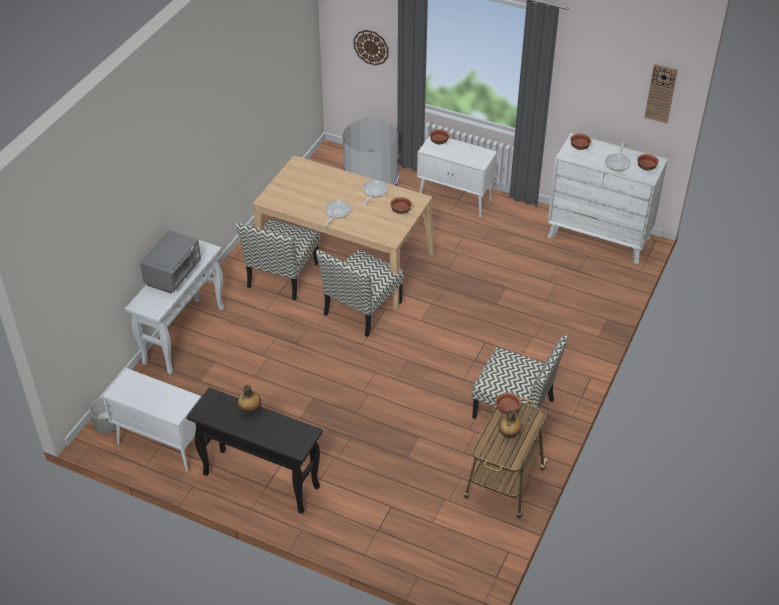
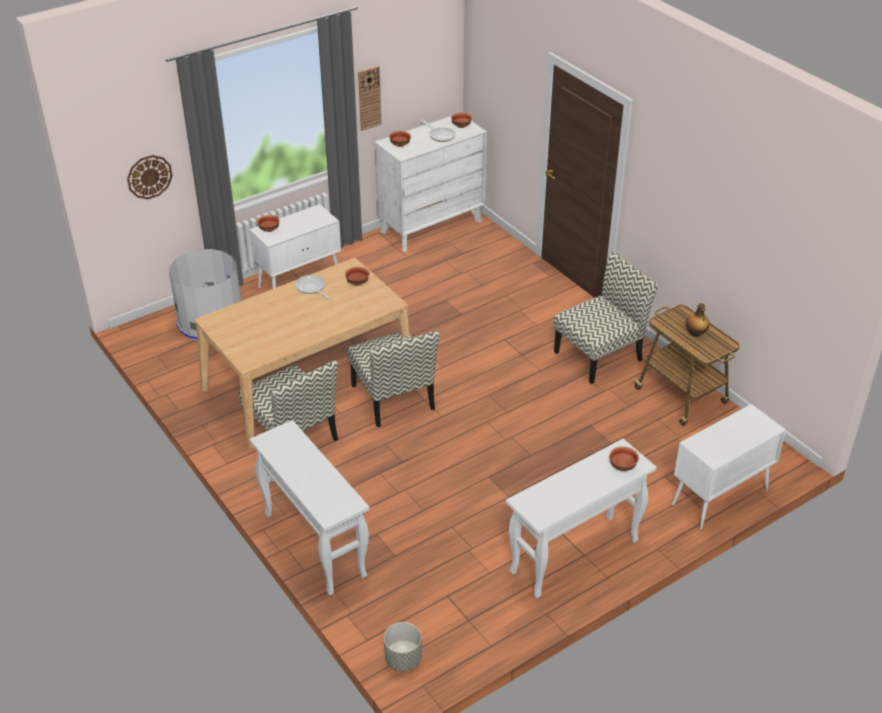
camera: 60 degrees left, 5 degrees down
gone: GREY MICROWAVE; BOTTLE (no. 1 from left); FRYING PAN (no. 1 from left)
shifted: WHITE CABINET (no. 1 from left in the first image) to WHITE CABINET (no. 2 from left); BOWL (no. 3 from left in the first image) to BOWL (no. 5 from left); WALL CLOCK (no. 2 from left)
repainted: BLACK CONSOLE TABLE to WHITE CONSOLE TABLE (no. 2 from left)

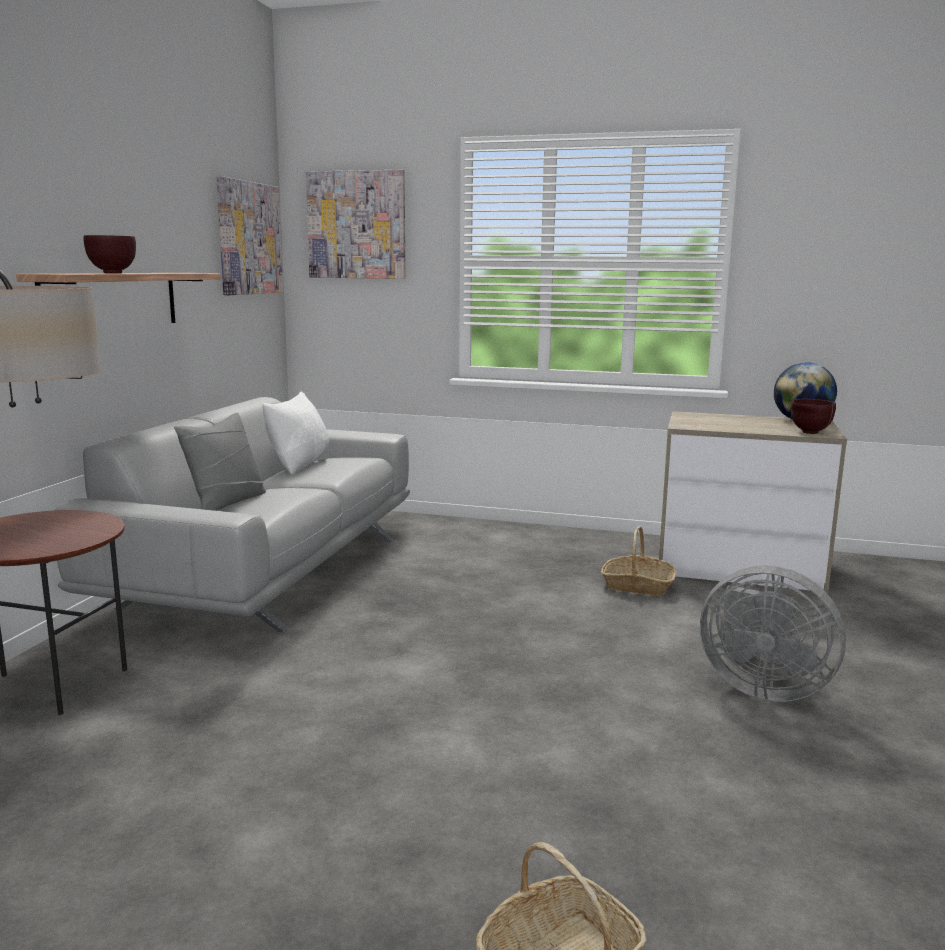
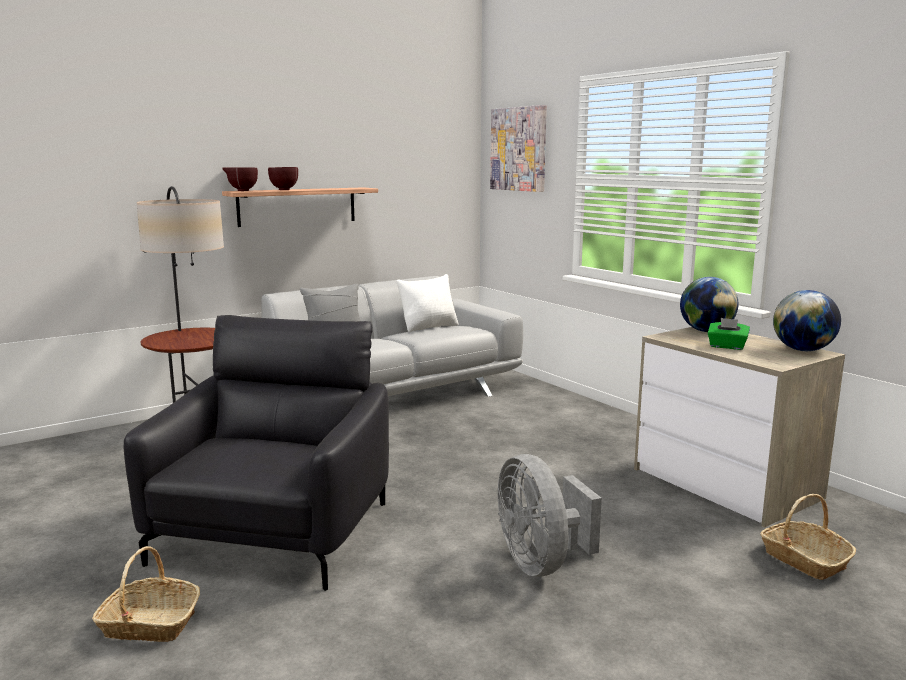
camera: 40 degrees right, 0 degrees up
gone: PICTURE (no. 1 from left)
new: BLACK ARMCHAIR; GLOBE (no. 1 from left); GREEN TISSUE BOX
shifted: BASKET (no. 2 from left); BROWN BOWL (no. 2 from left in the first image) to BROWN BOWL (no. 1 from left)

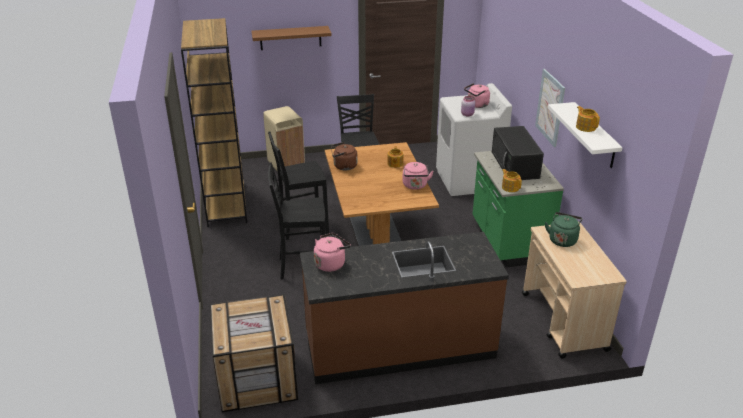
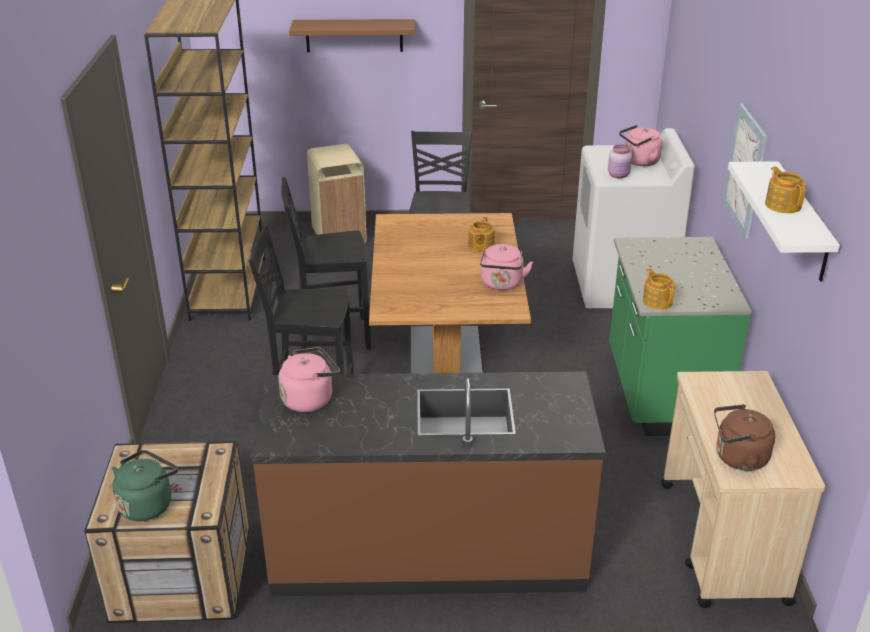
camera: 10 degrees right, 0 degrees up
gone: BLACK MICROWAVE
shifted: BROWN KETTLE; GREEN KETTLE

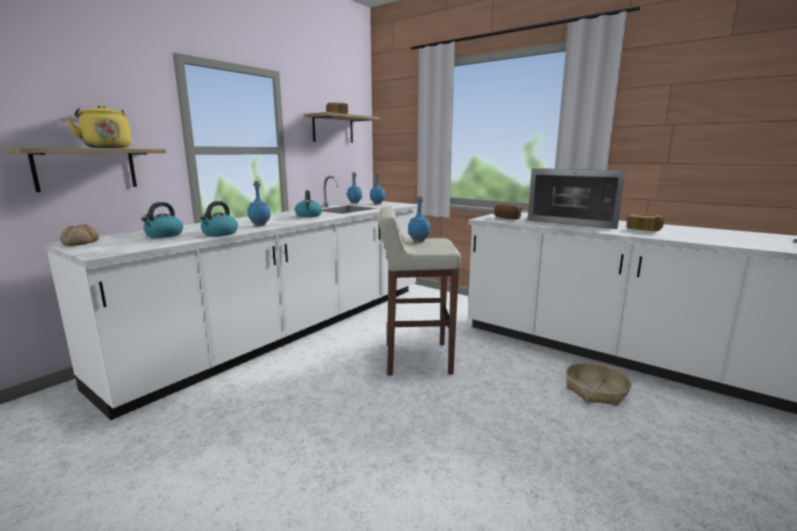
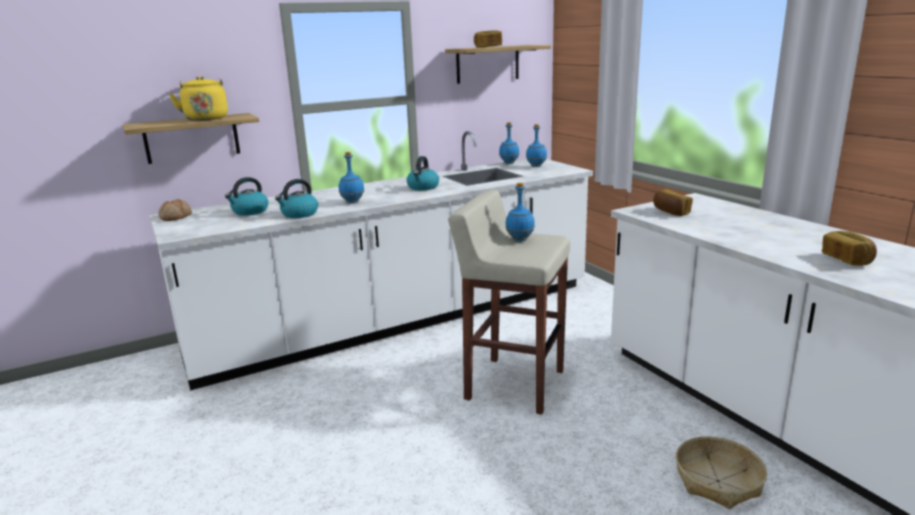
camera: 25 degrees right, 5 degrees up
gone: MICROWAVE

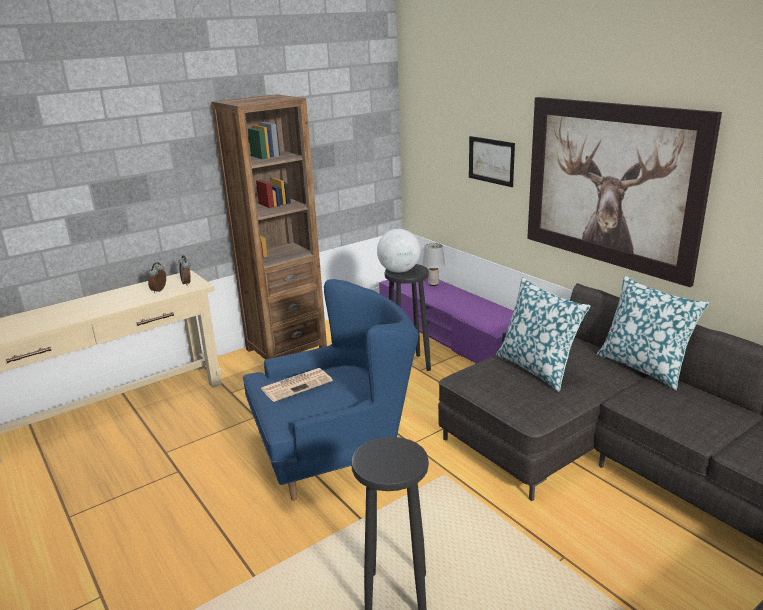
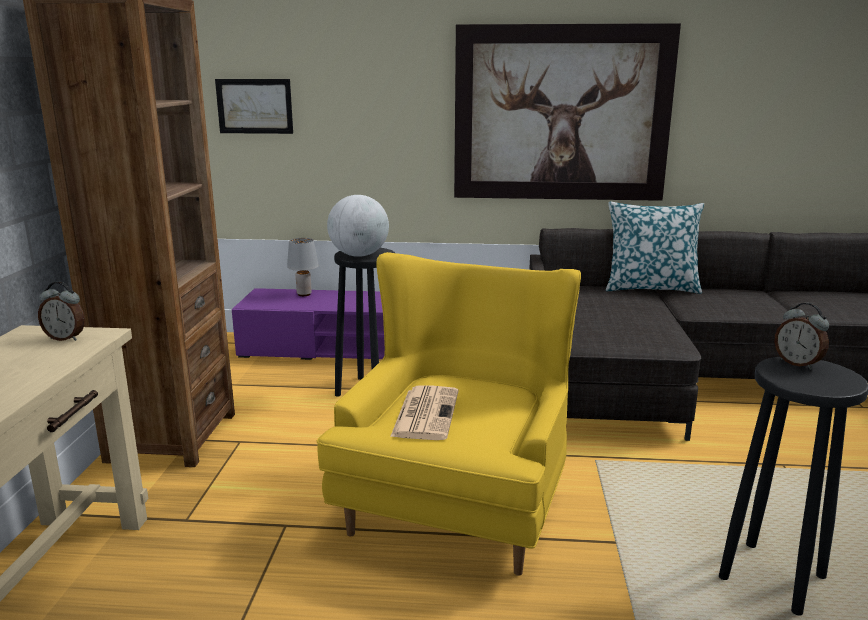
camera: 50 degrees left, 5 degrees down
gone: PILLOW (no. 1 from left)
shifted: ALARM CLOCK (no. 1 from left in the first image) to ALARM CLOCK (no. 2 from left); PICTURE (no. 1 from left)
repainted: BLUE ARMCHAIR to YELLOW ARMCHAIR

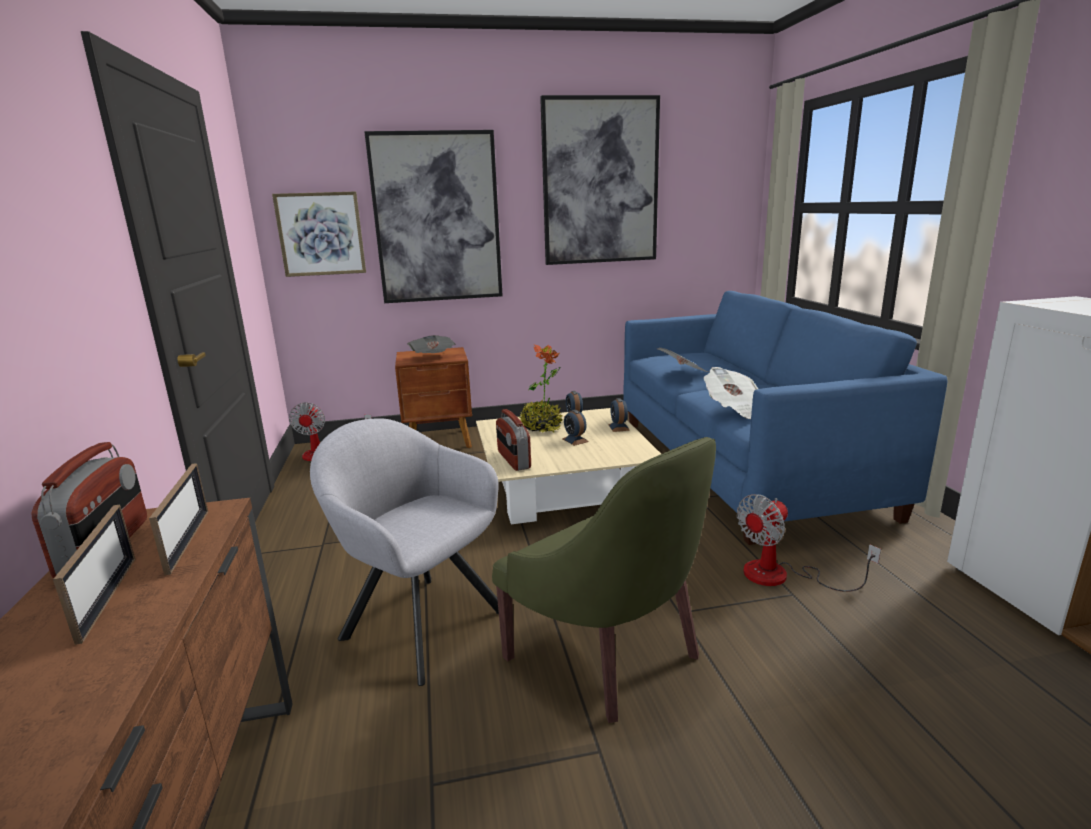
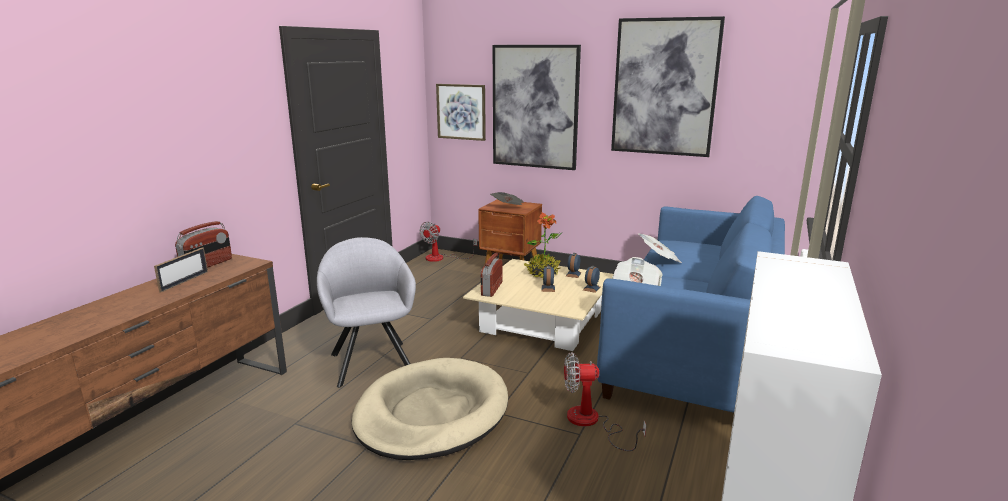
camera: 35 degrees right, 0 degrees up
gone: PICTURE FRAME (no. 2 from left)
swapped: GREEN ARMCHAIR to BEIGE DOG BED

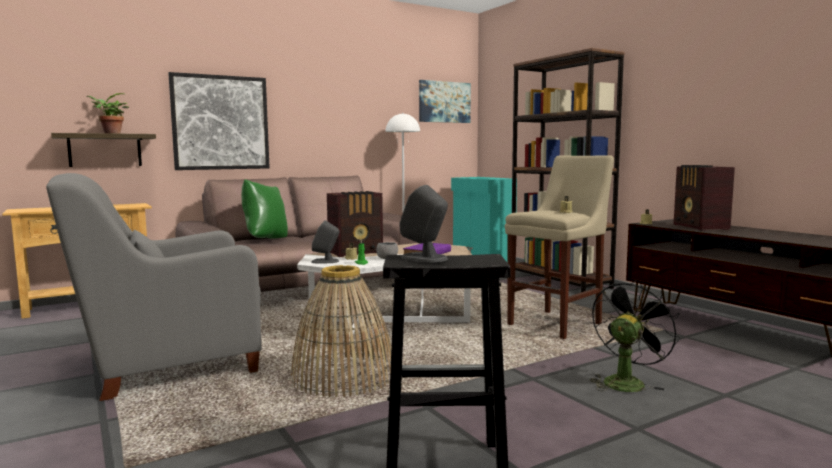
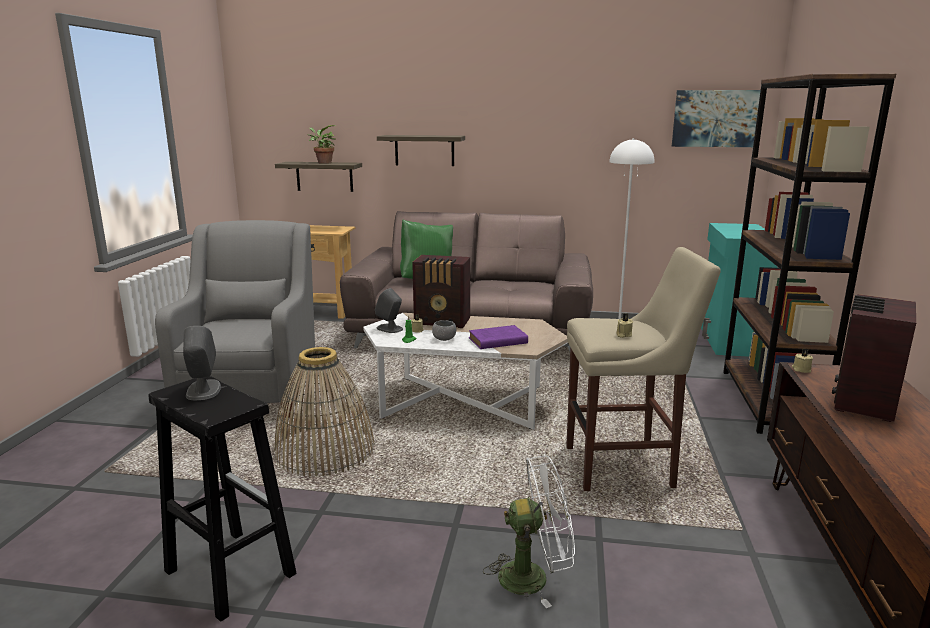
camera: 40 degrees right, 10 degrees up
swapped: PICTURE (no. 1 from left) to SHELF (no. 2 from left)
repainted: BLACK FAN to WHITE FAN
rotated: GREY ARMCHAIR 75 degrees clockwise

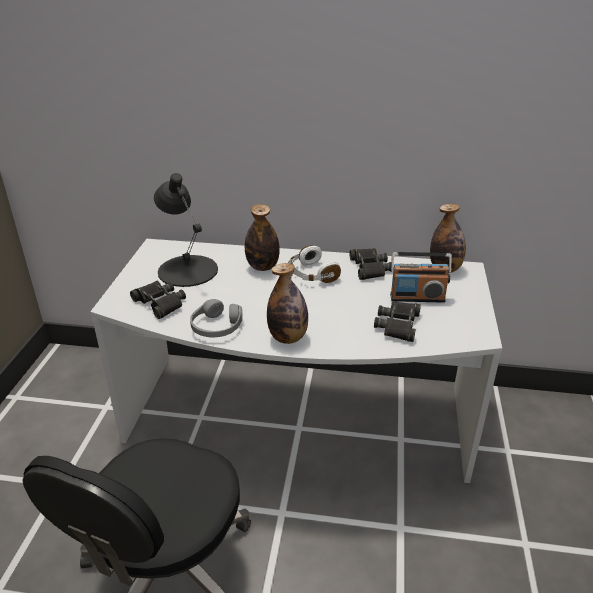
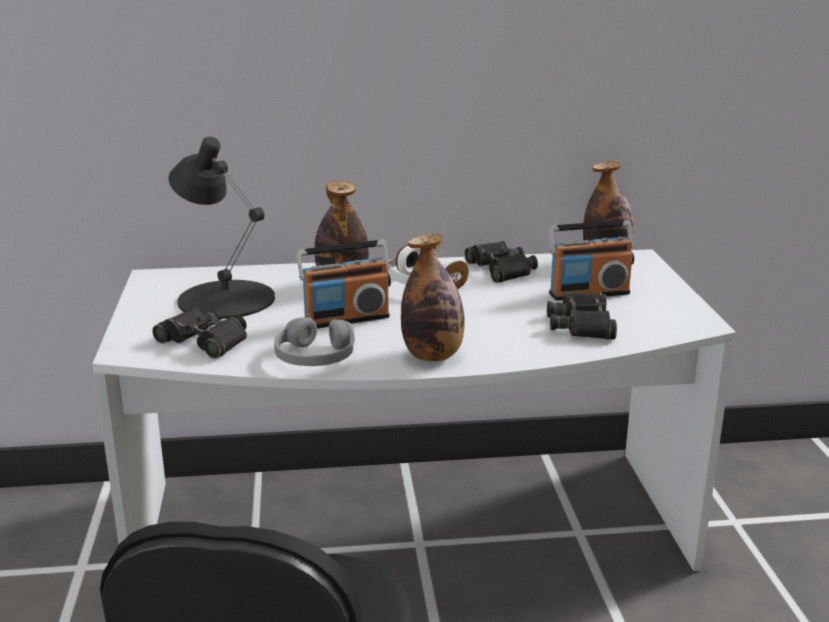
camera: 15 degrees left, 10 degrees down
new: RADIO (no. 1 from left)

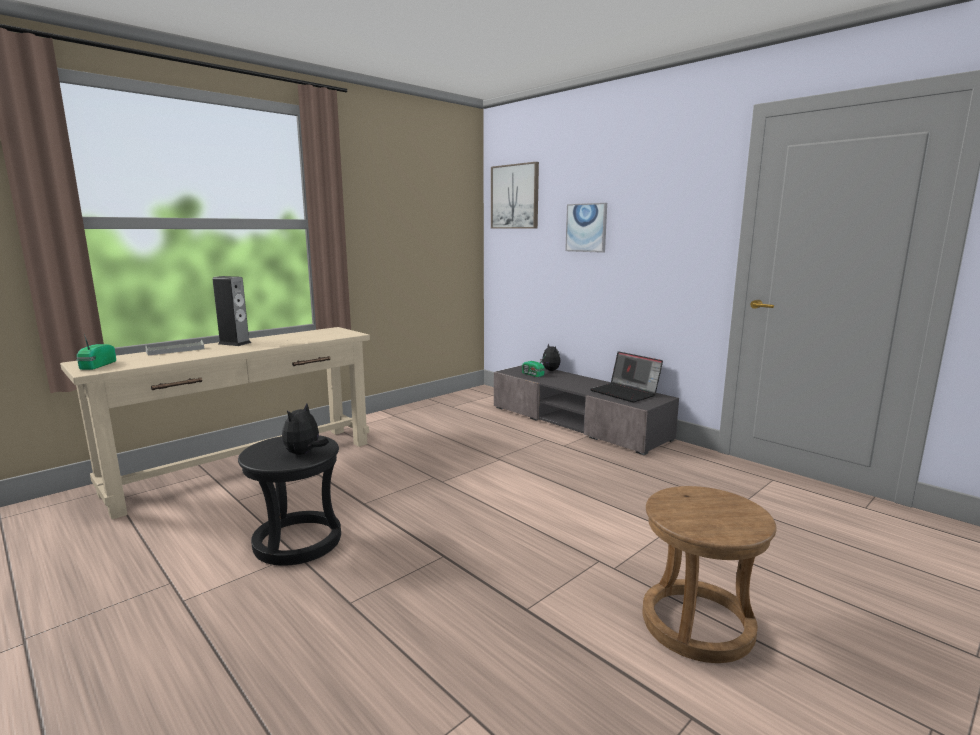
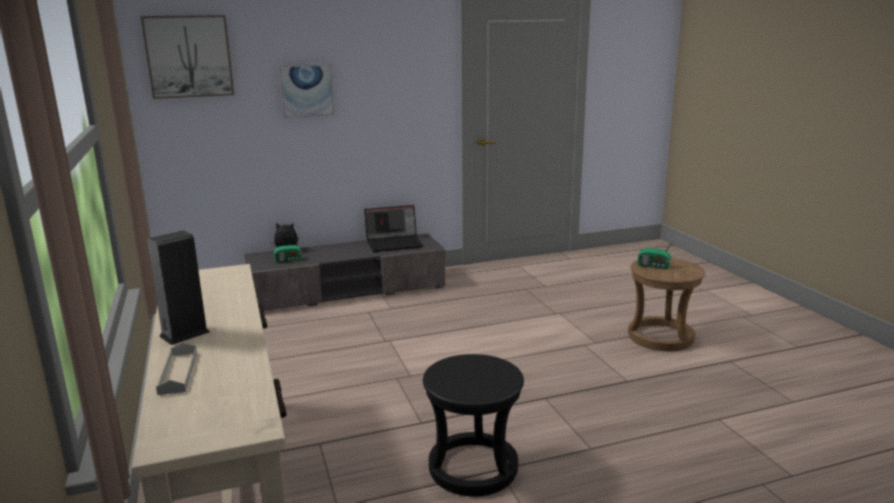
camera: 65 degrees left, 5 degrees up
gone: PLUSH TOY (no. 1 from left)
shifted: RADIO (no. 1 from left in the first image) to RADIO (no. 2 from left)

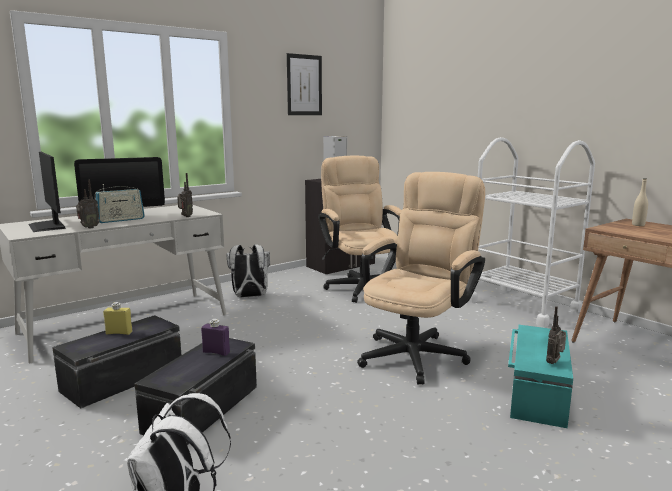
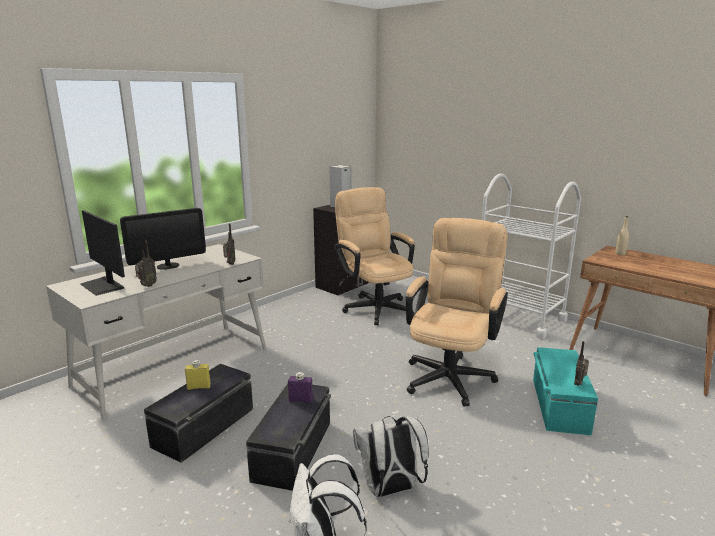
camera: 10 degrees left, 5 degrees up
gone: RADIO (no. 2 from left); PICTURE
shifted: WHITE BACKPACK (no. 2 from left)

